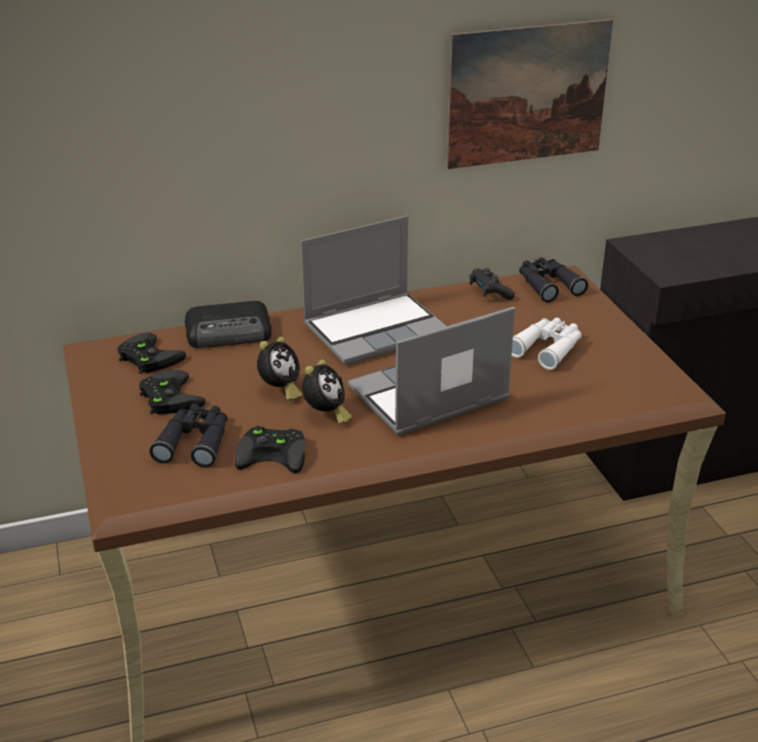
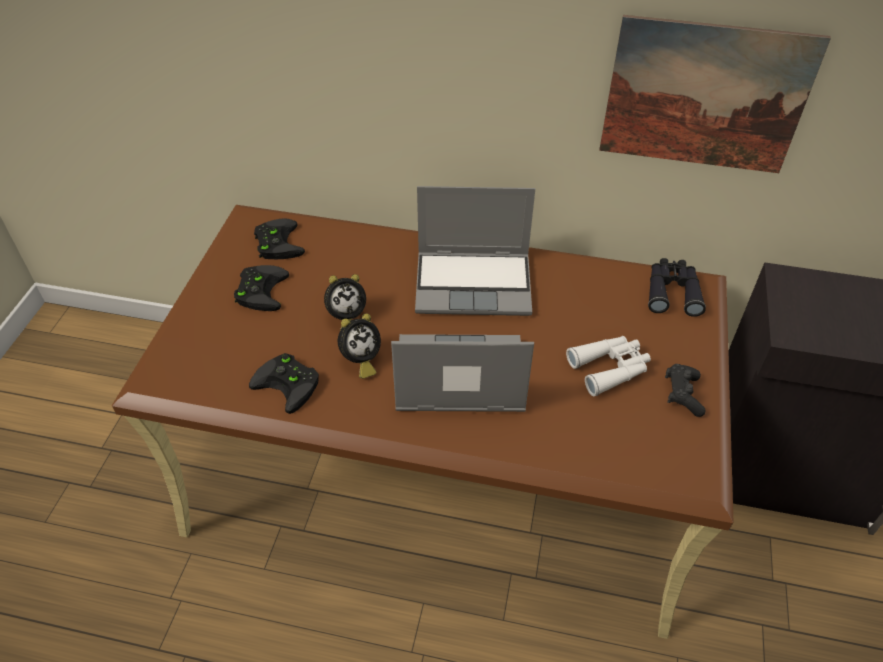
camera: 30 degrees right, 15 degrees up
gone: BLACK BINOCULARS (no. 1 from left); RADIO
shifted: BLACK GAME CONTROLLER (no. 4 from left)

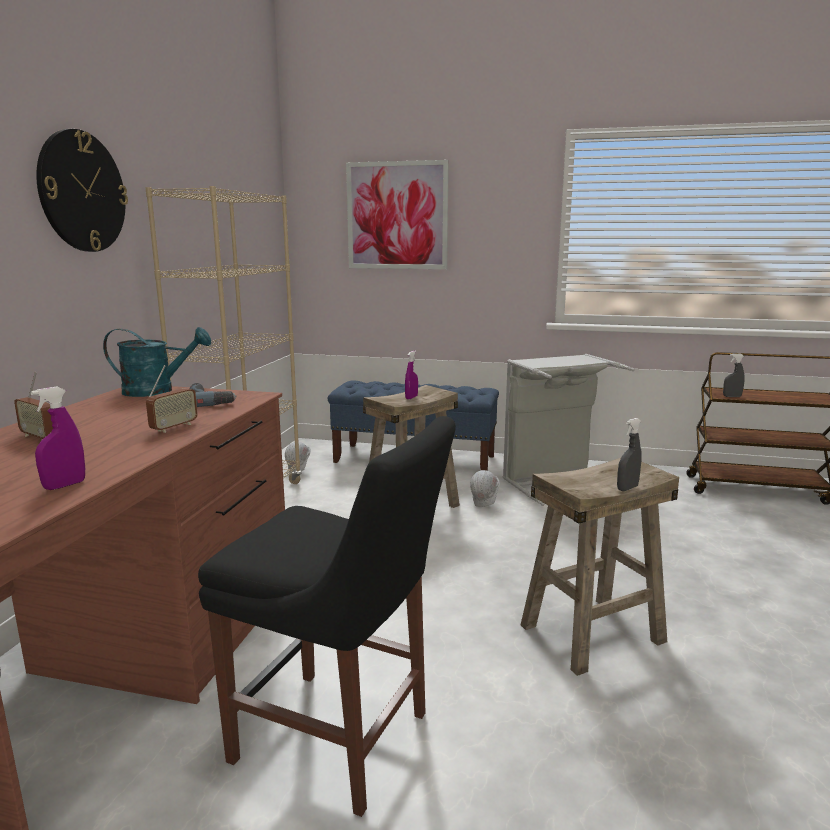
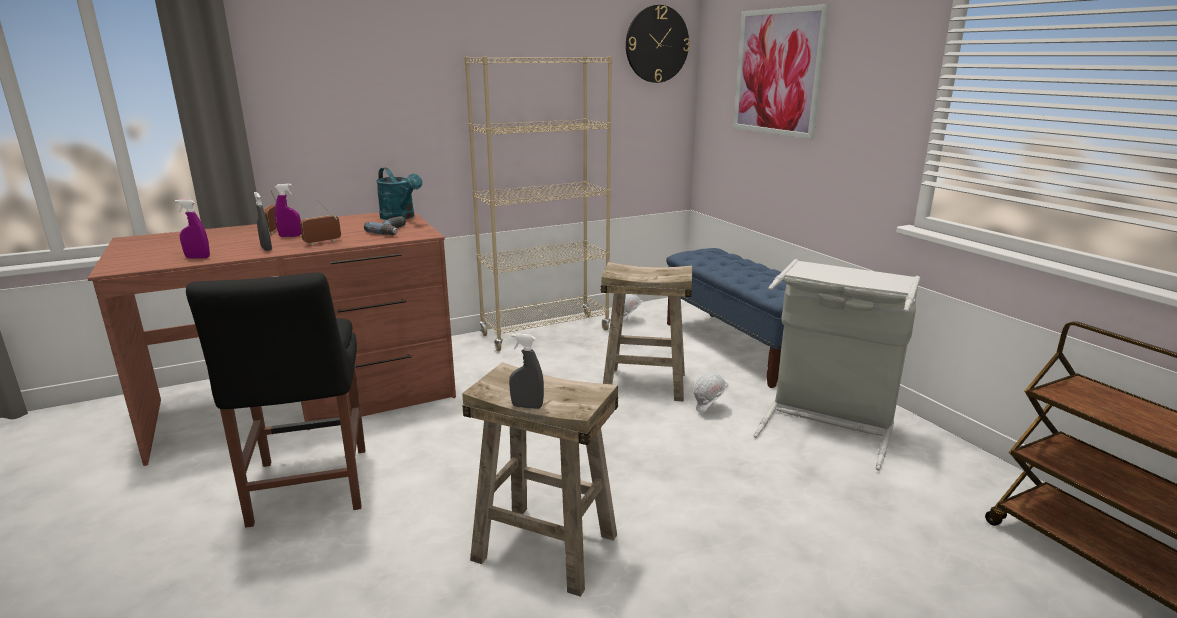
camera: 50 degrees right, 5 degrees up
shifted: WALL CLOCK; PURPLE SPRAY BOTTLE (no. 2 from left); GREY SPRAY BOTTLE (no. 2 from left in the first image) to GREY SPRAY BOTTLE (no. 1 from left)
rotated: RADIO (no. 2 from left) 150 degrees clockwise

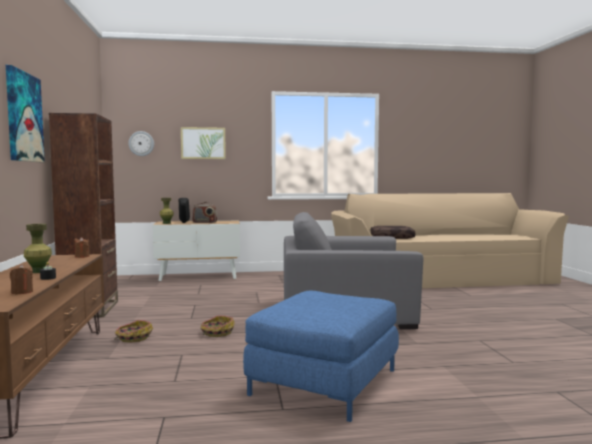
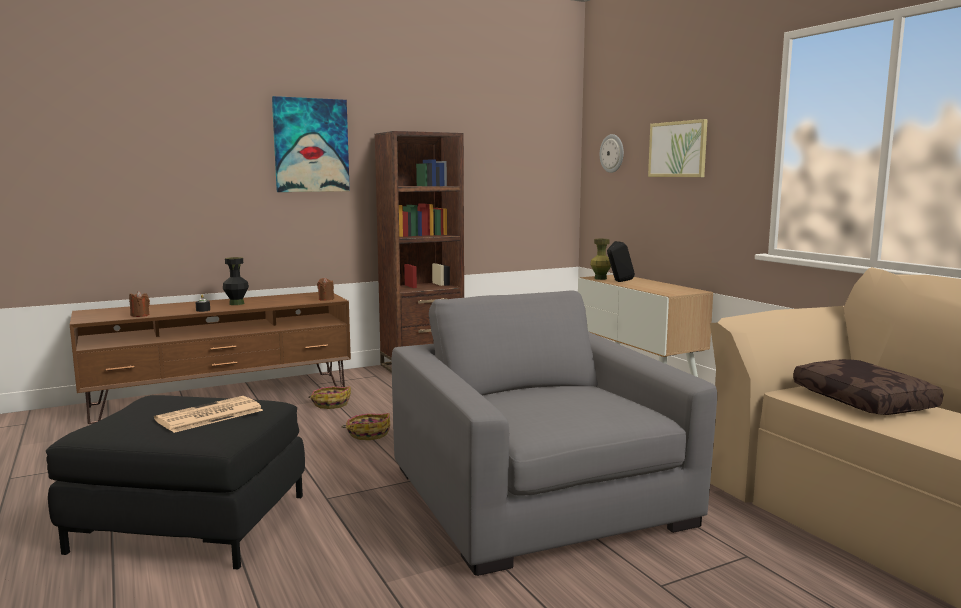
camera: 70 degrees right, 5 degrees up
gone: RADIO
new: NEWSPAPER
repainted: GREEN VASE (no. 1 from left) to BLACK VASE; BLUE OTTOMAN to BLACK OTTOMAN

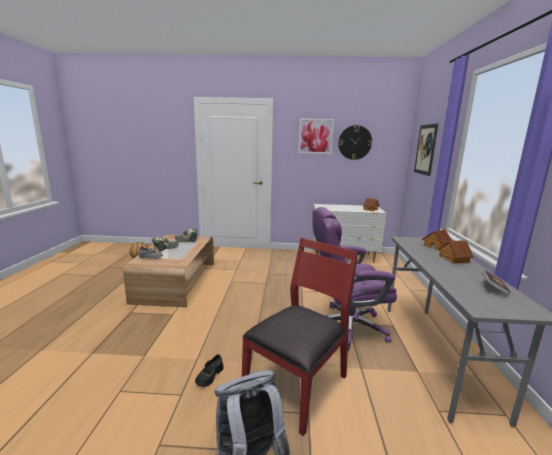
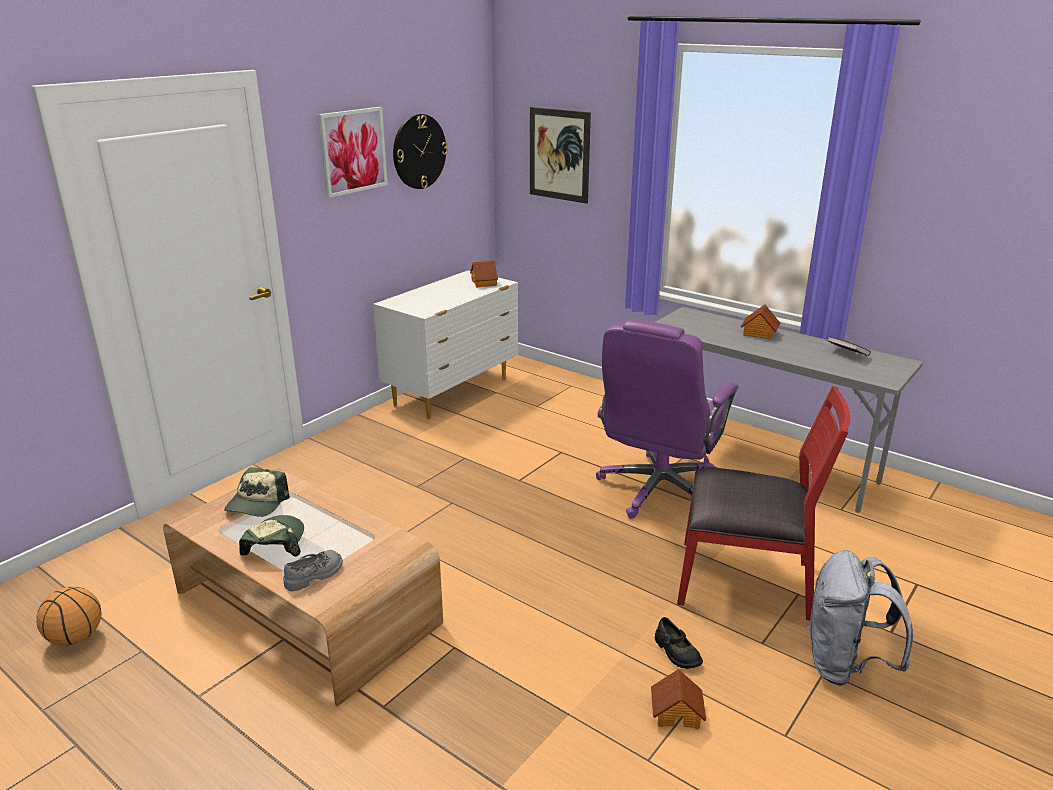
camera: 55 degrees left, 10 degrees up
shifted: TOY HOUSE (no. 2 from left)
rotated: RED CHAIR 120 degrees clockwise

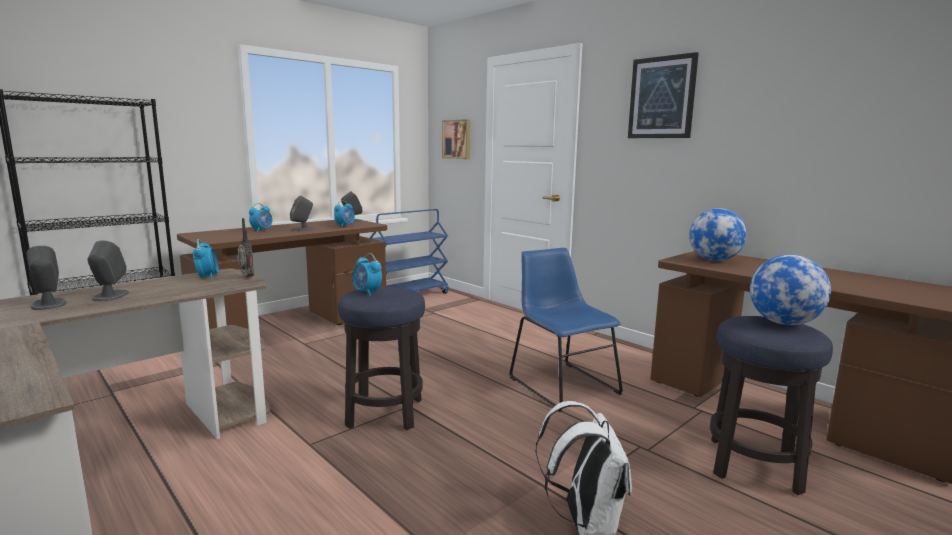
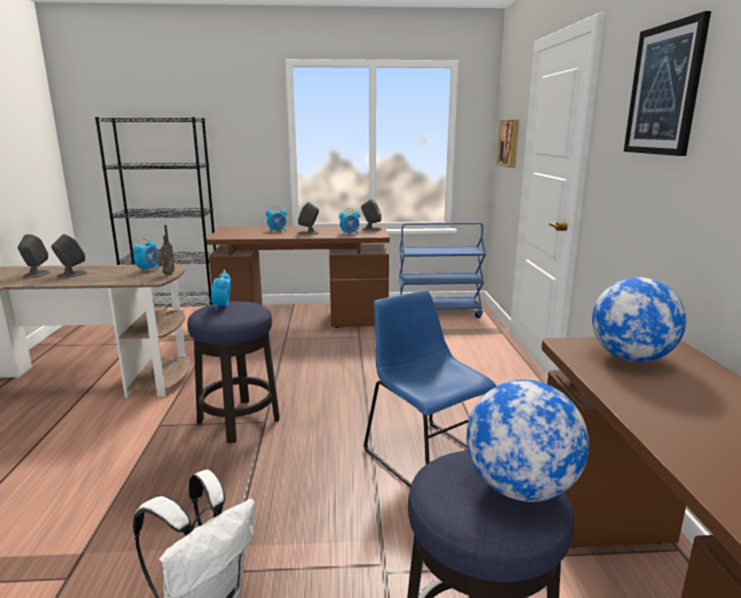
camera: 40 degrees right, 5 degrees up
rotated: BLUE CHAIR 45 degrees counterclockwise

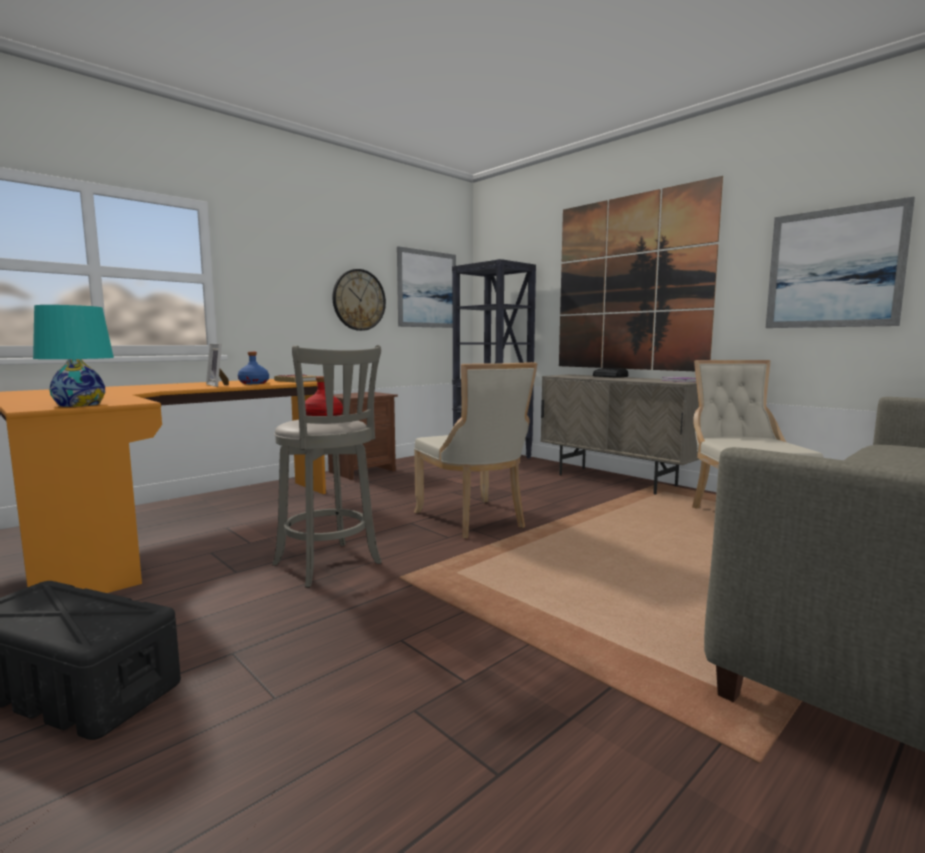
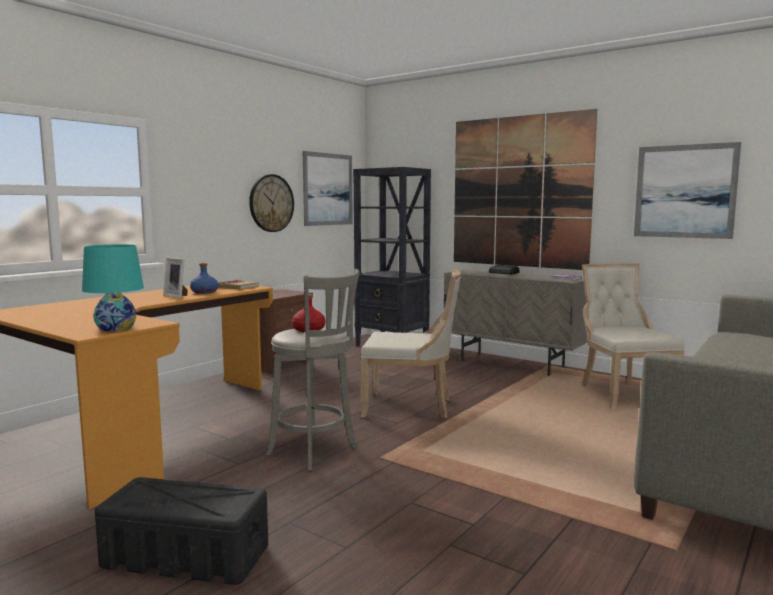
camera: 10 degrees left, 0 degrees up
rotated: BEIGE CHAIR (no. 1 from left) 45 degrees counterclockwise

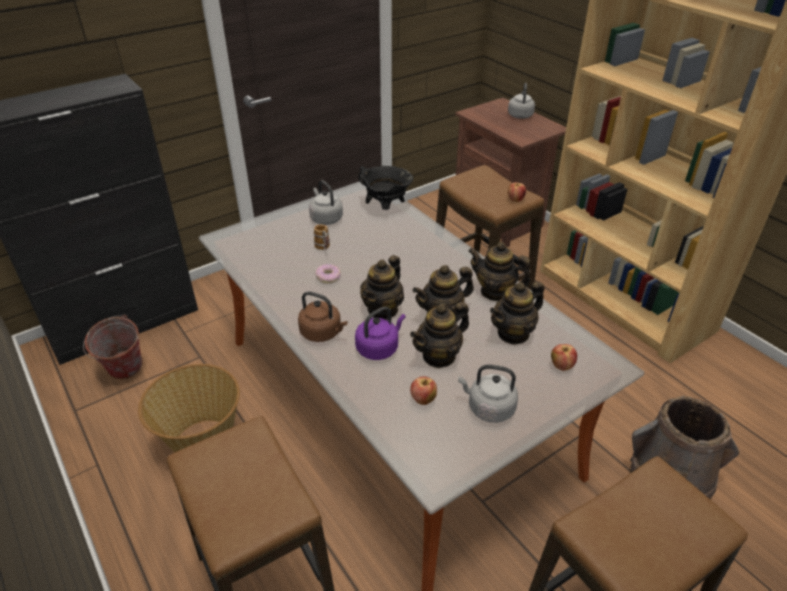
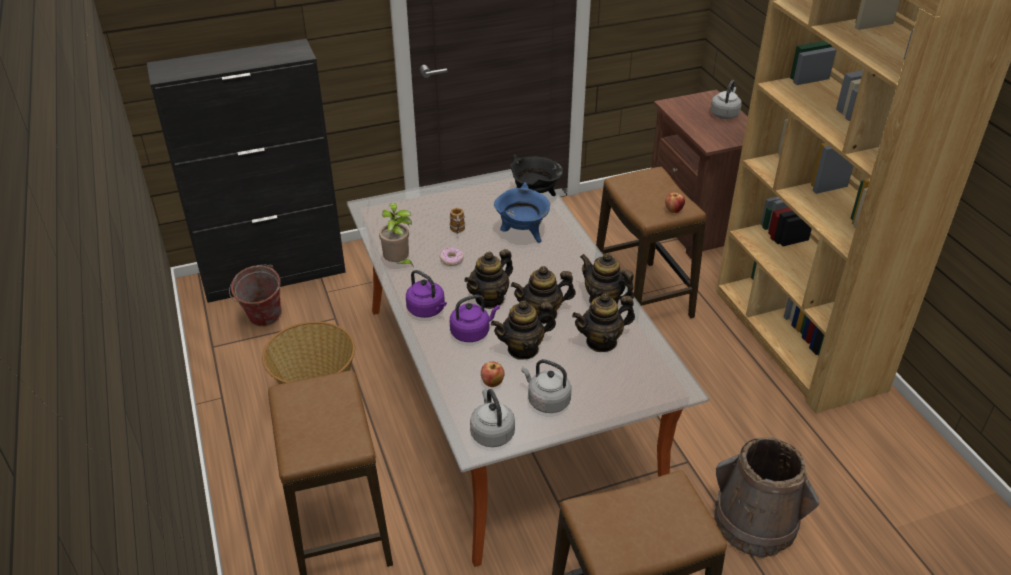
camera: 15 degrees right, 0 degrees up
gone: APPLE (no. 3 from left)
new: POTTED PLANT; BLUE COOKING POT
shifted: GREY KETTLE (no. 1 from left)
repainted: BROWN KETTLE to PURPLE KETTLE (no. 1 from left)

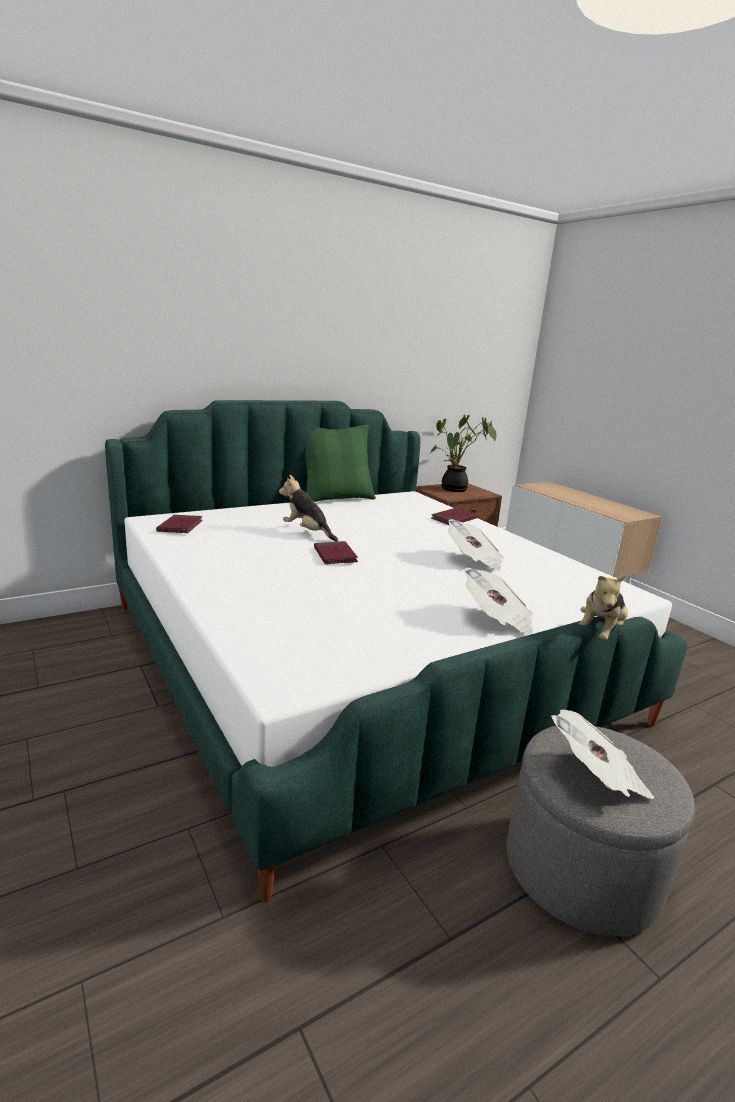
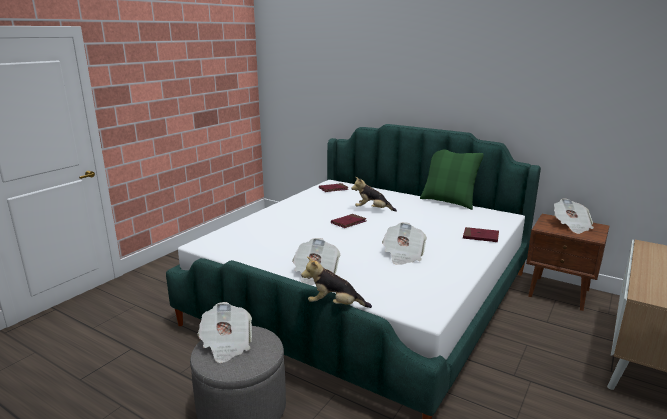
camera: 65 degrees right, 0 degrees up
swapped: POTTED PLANT to NEWSPAPER (no. 4 from left)
rotated: PLUSH TOY (no. 1 from left in the first image) 90 degrees counterclockwise

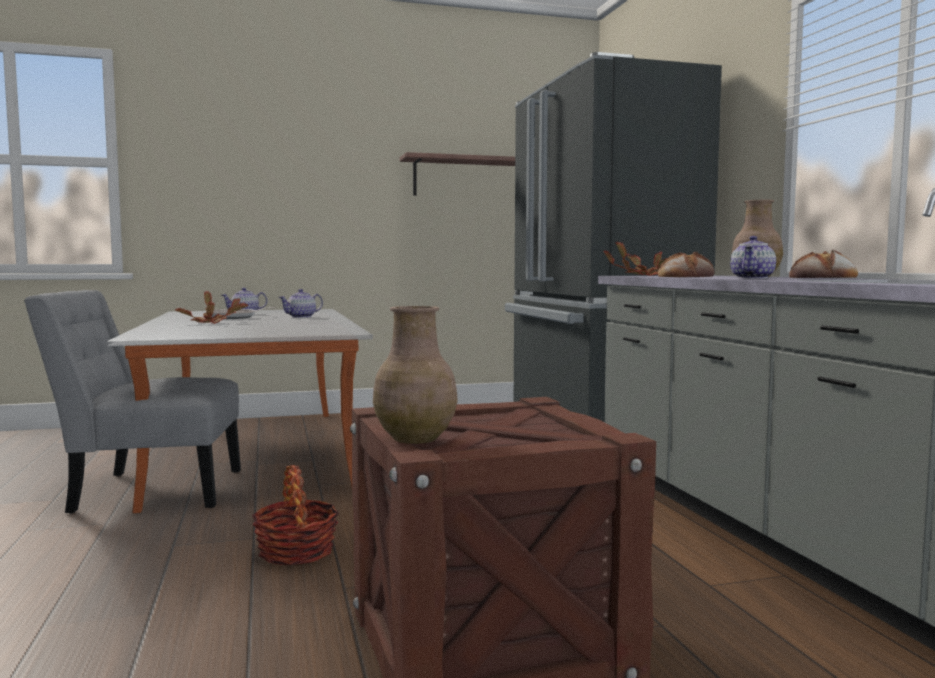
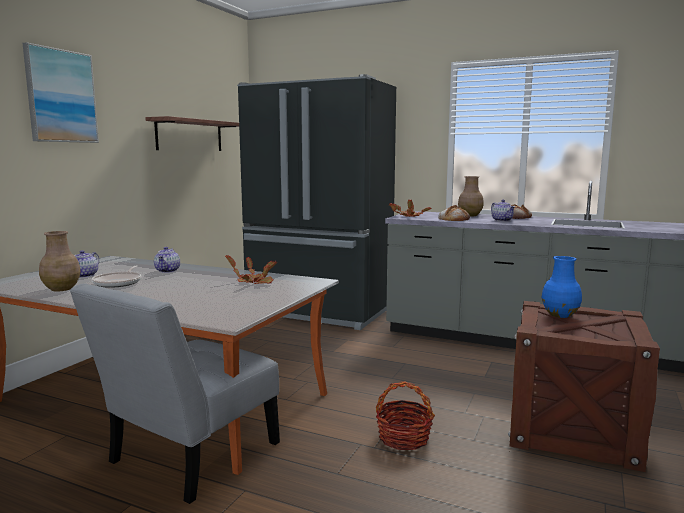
camera: 50 degrees left, 5 degrees up
new: PICTURE; BLUE VASE
shifted: POTTED PLANT (no. 1 from left); BROWN VASE (no. 1 from left)

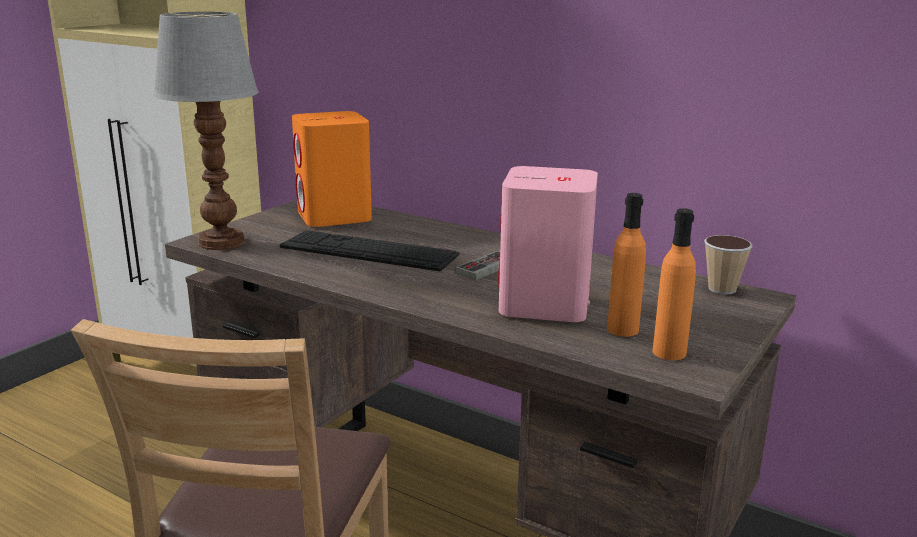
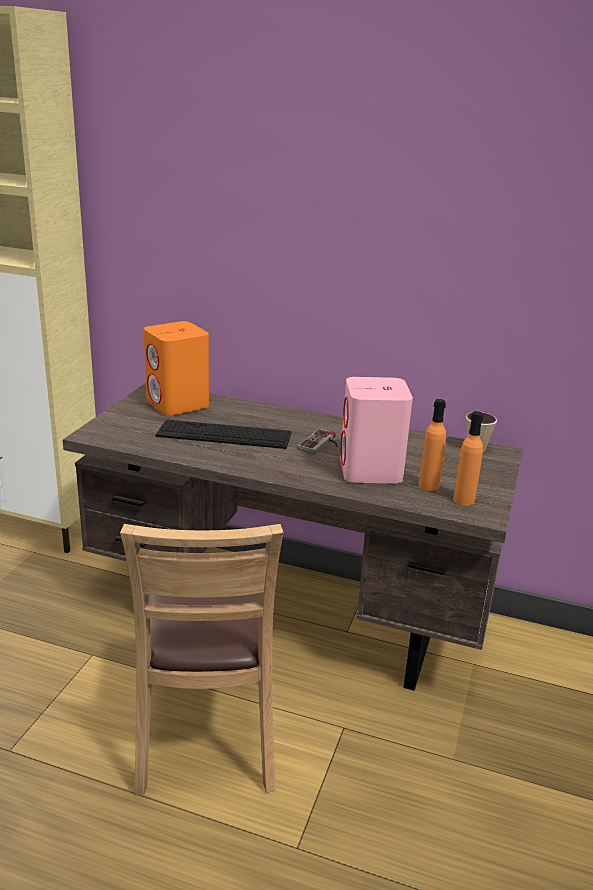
camera: 15 degrees left, 5 degrees up
gone: TABLE LAMP

